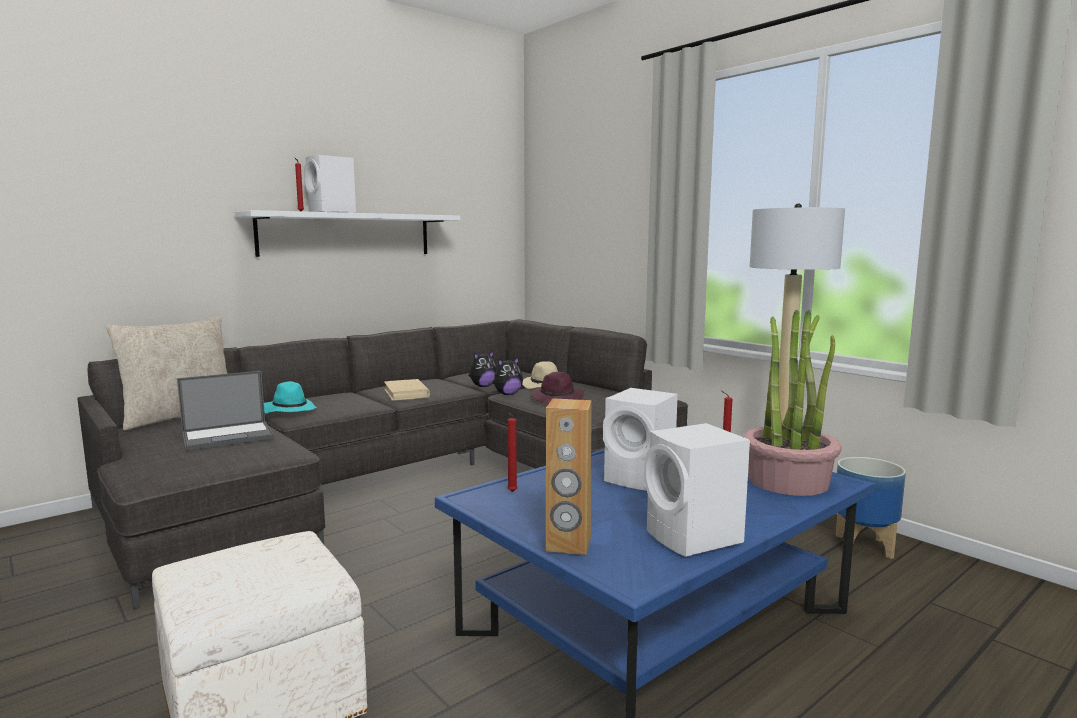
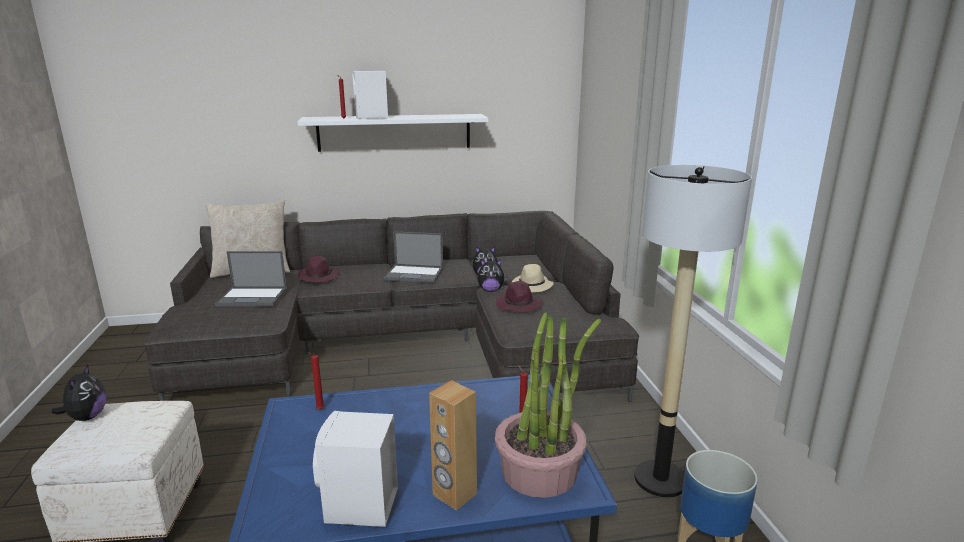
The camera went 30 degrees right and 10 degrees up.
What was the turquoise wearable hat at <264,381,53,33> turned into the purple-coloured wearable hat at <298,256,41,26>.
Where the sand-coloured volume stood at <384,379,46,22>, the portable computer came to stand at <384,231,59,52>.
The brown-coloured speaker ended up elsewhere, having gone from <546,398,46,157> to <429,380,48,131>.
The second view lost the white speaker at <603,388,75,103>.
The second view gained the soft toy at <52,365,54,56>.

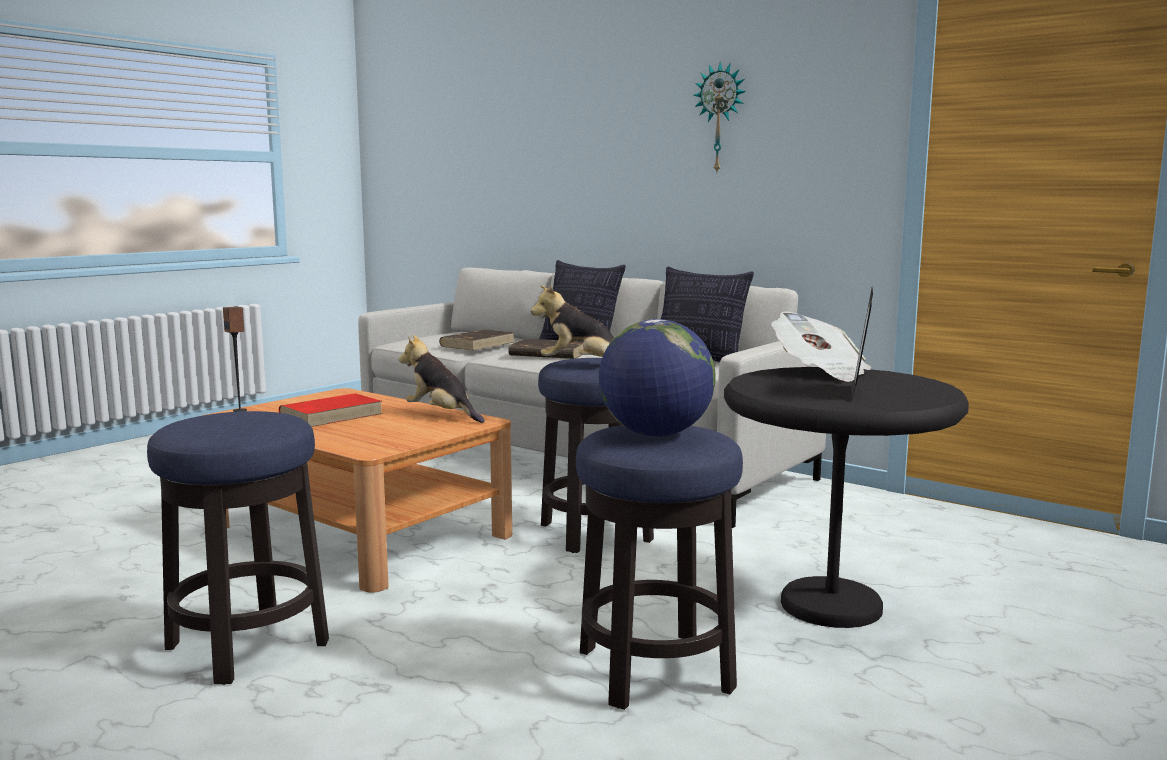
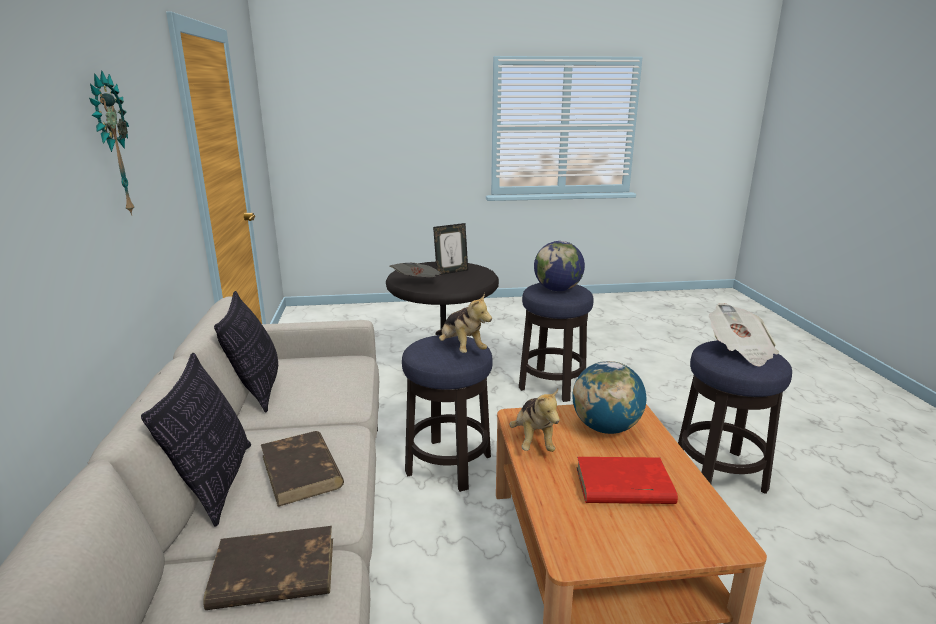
The camera went 135 degrees left and 10 degrees up.
The second view lost the speaker at <223,306,24,106>.
The second view gained the desk globe at <572,361,74,73>.
The second view gained the printed paper at <709,303,70,64>.

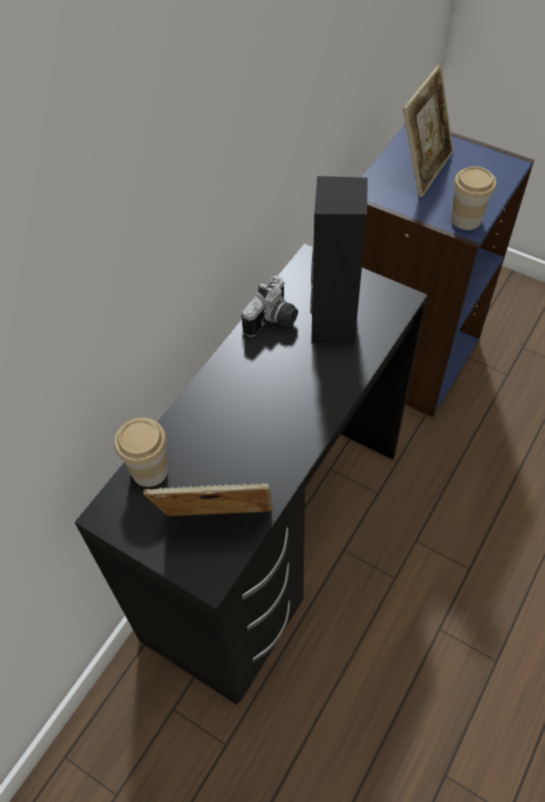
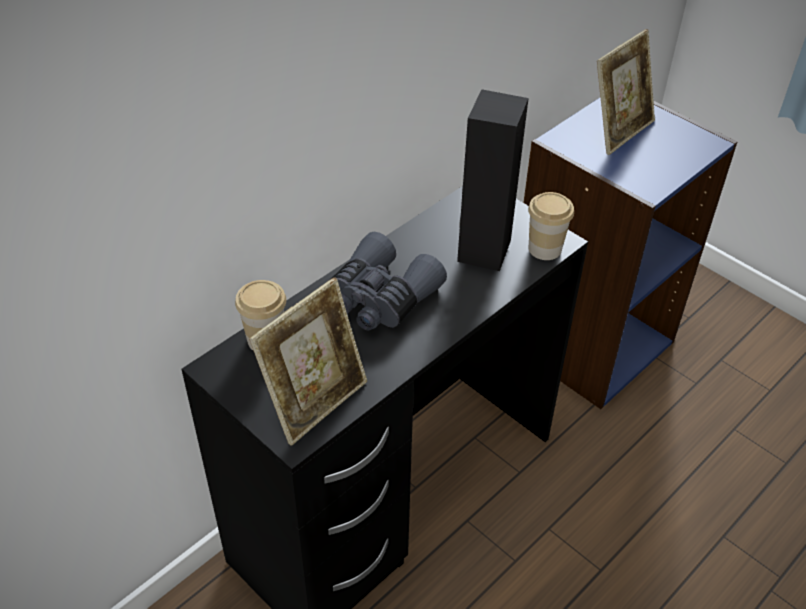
The camera went 10 degrees right and 10 degrees down.
The picture frame at <143,483,130,33> ended up facing another way, 120 degrees clockwise from before.
The second view lost the still camera at <241,276,57,61>.
The drinking cup ended up elsewhere, having gone from <451,166,45,64> to <528,192,46,68>.
The second view gained the gray field glasses at <330,232,117,99>.

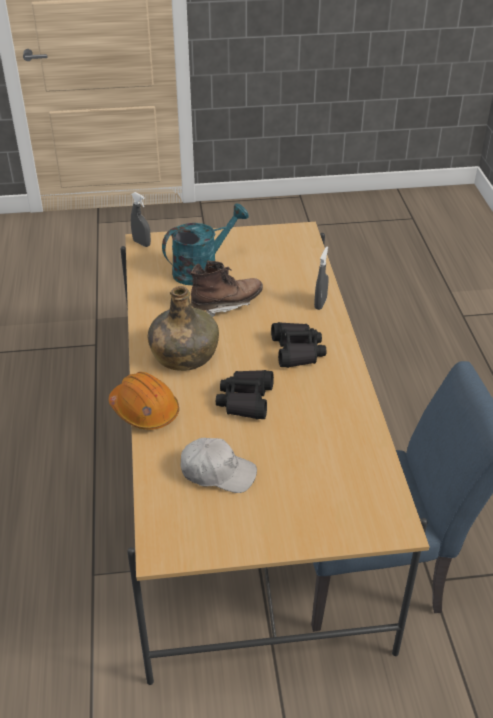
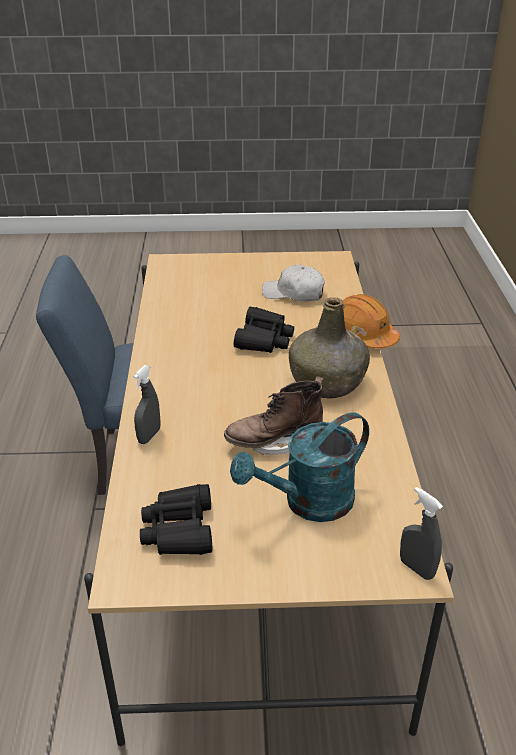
The camera went 175 degrees left and 5 degrees down.
The black field glasses ended up elsewhere, having gone from <271,322,55,46> to <140,484,72,71>.

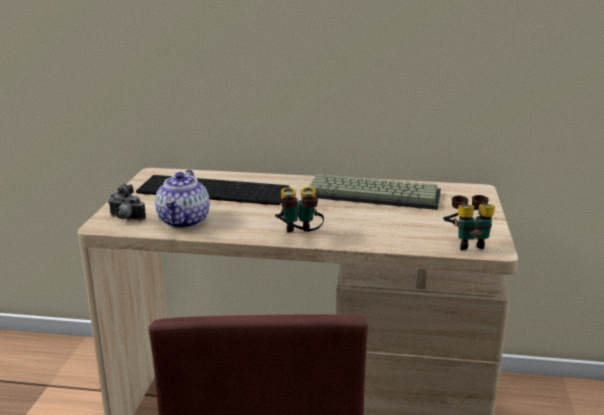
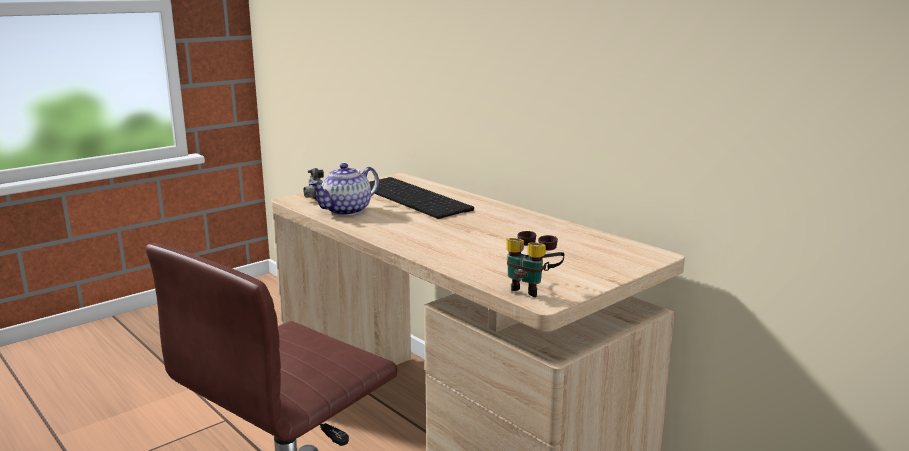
The camera went 40 degrees right and 5 degrees down.
The second view lost the field glasses at <275,187,49,46>.
The second view lost the PC keyboard at <309,174,132,36>.

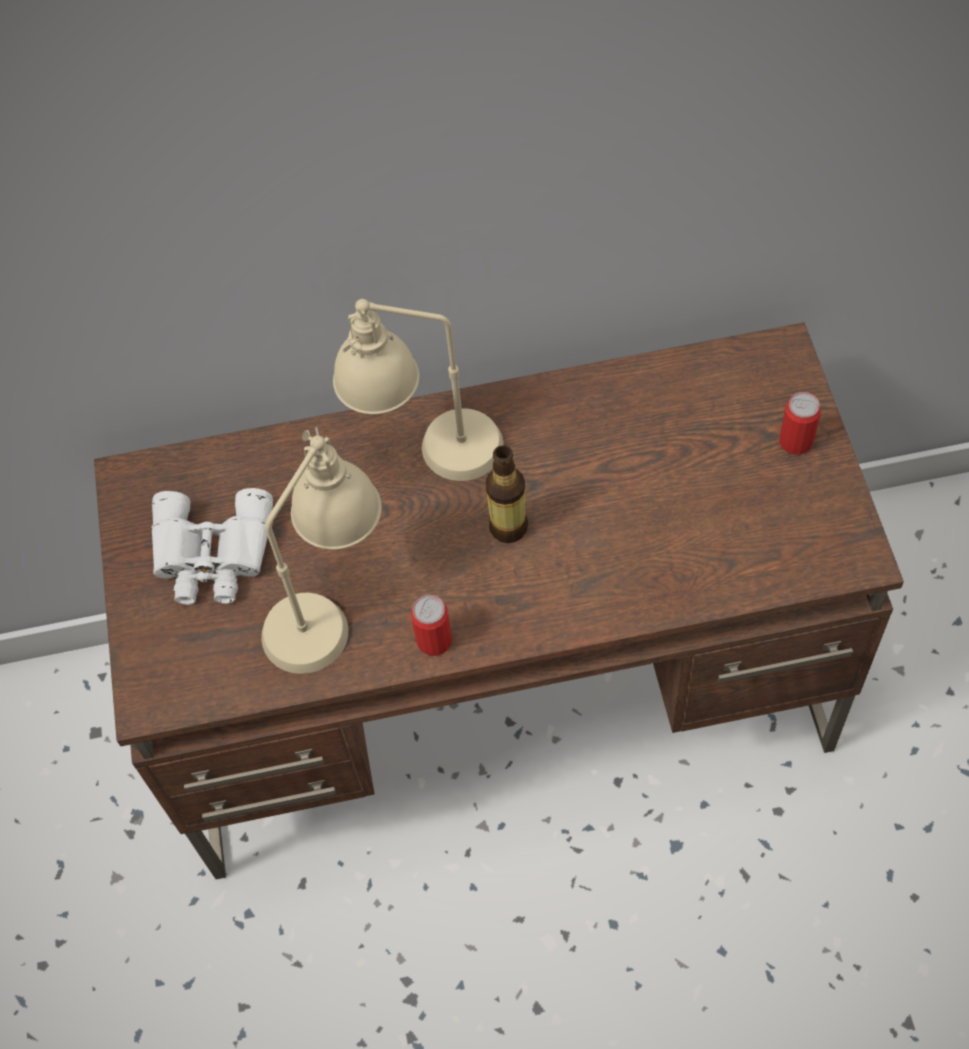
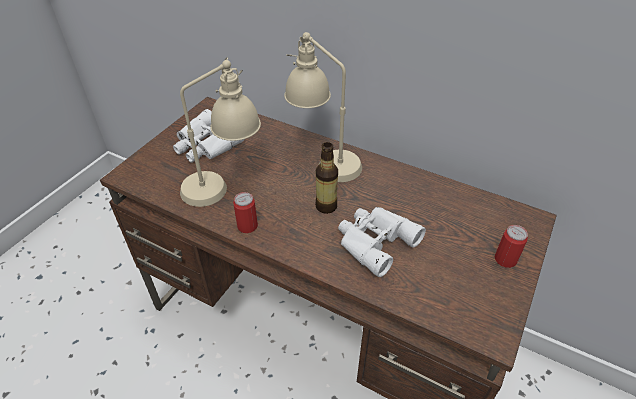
The camera went 35 degrees right and 15 degrees down.
The second view gained the white field glasses at <338,207,88,70>.

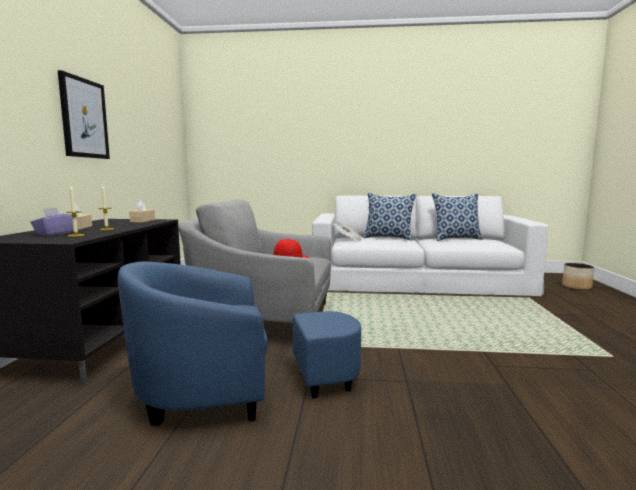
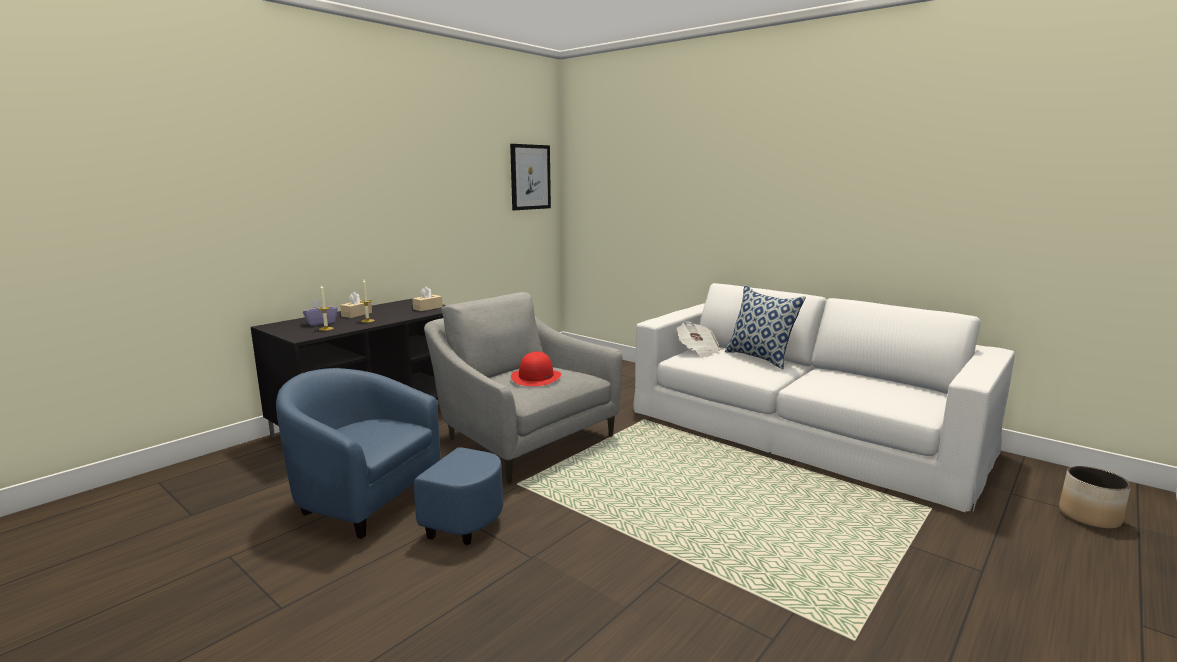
The camera went 35 degrees right and 5 degrees up.
The picture ended up elsewhere, having gone from <58,70,52,89> to <510,144,41,66>.
The second view lost the throw pillow at <432,193,52,48>.

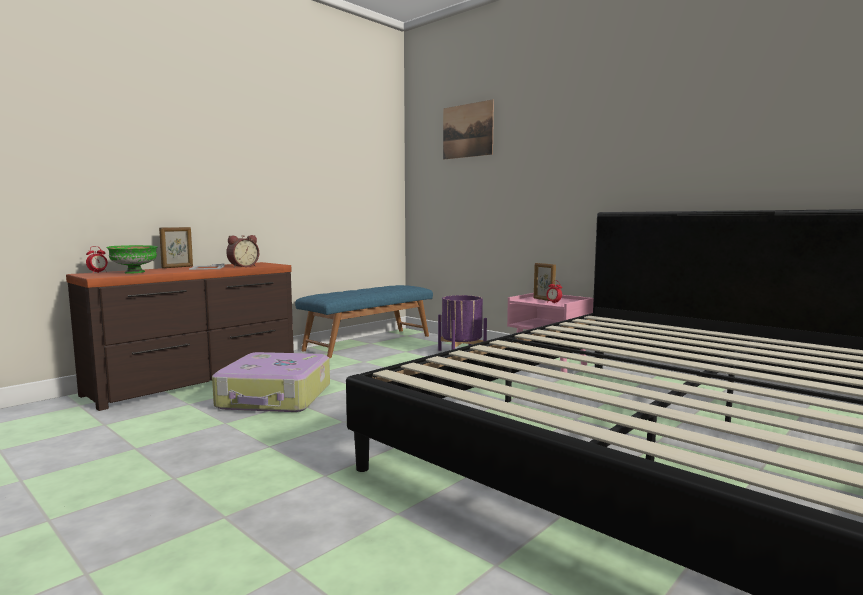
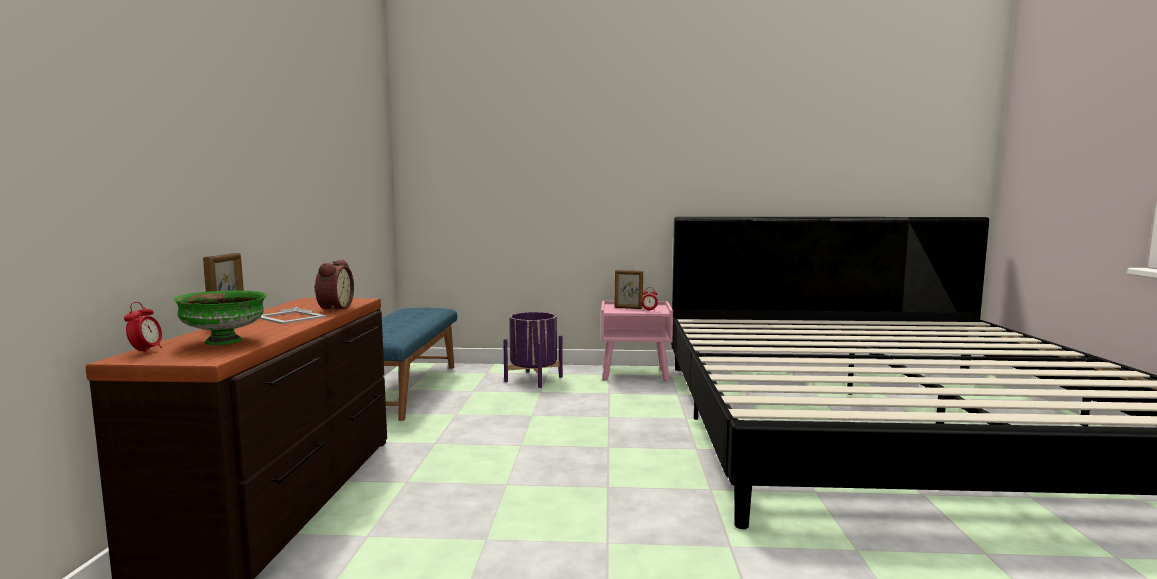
The camera went 40 degrees left and 0 degrees up.
The second view lost the piece of luggage at <212,352,118,60>.
The second view lost the picture at <443,99,51,60>.

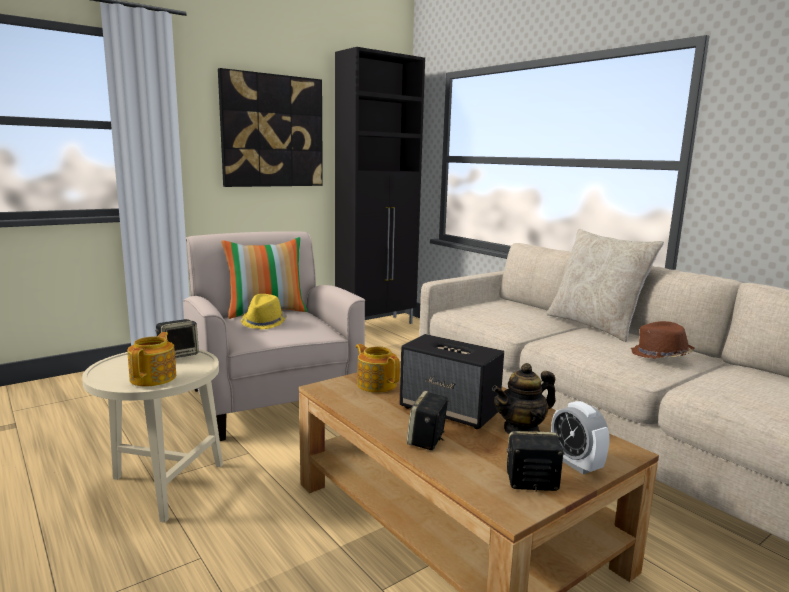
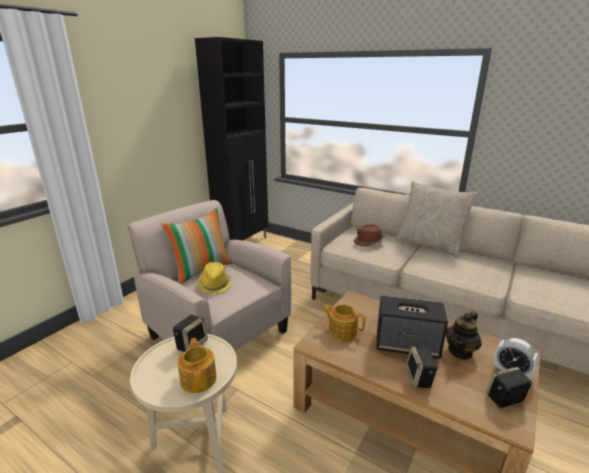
The camera went 20 degrees left and 10 degrees up.
The second view lost the picture at <218,68,105,119>.
The brown-coloured wearable hat ended up elsewhere, having gone from <631,321,63,38> to <353,224,32,23>.

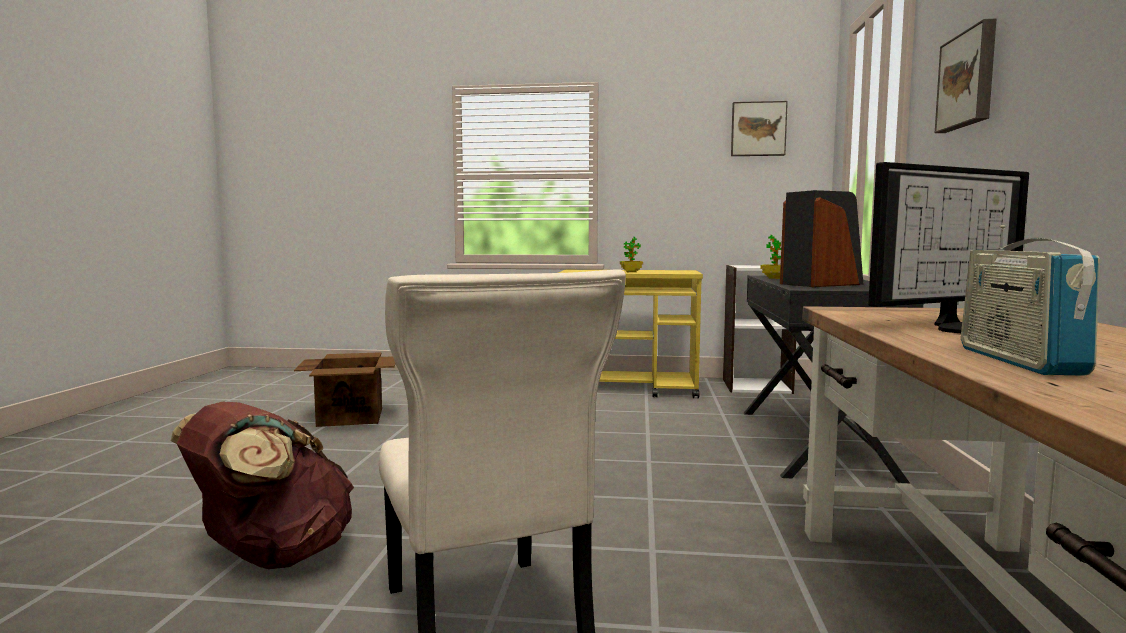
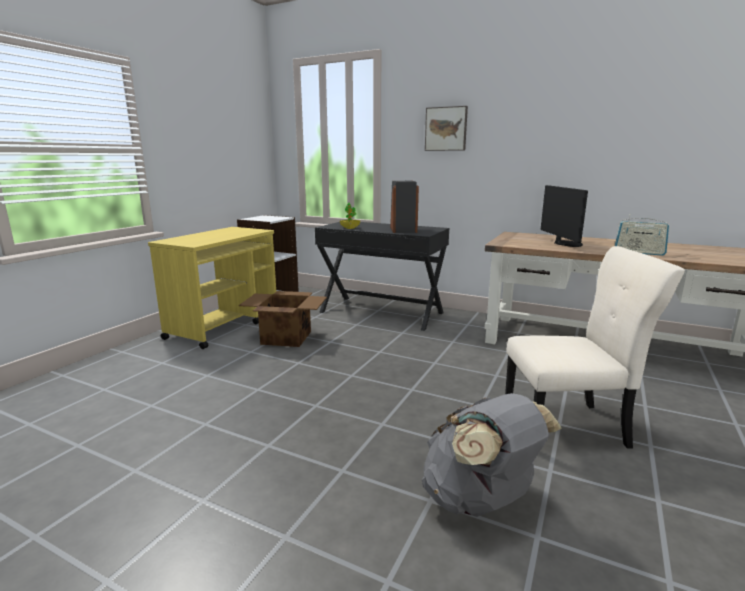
The camera went 70 degrees left and 10 degrees up.
What was the brown-coloured rucksack at <171,402,183,167> turned into the gray rucksack at <422,393,140,124>.
The cardboard box ended up elsewhere, having gone from <294,352,102,75> to <239,291,88,56>.
The second view lost the potted plant at <620,237,23,35>.
The second view lost the picture at <731,101,57,55>.

